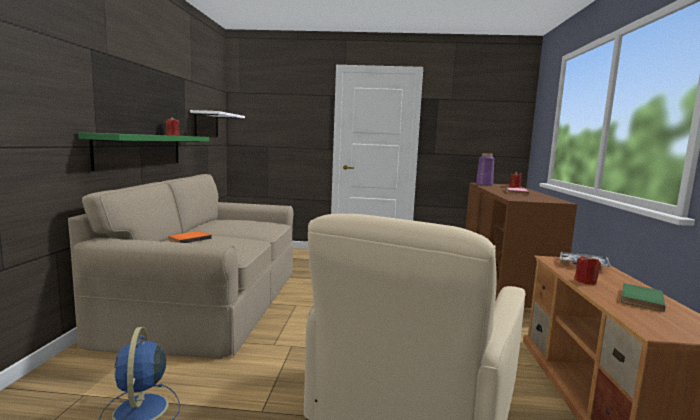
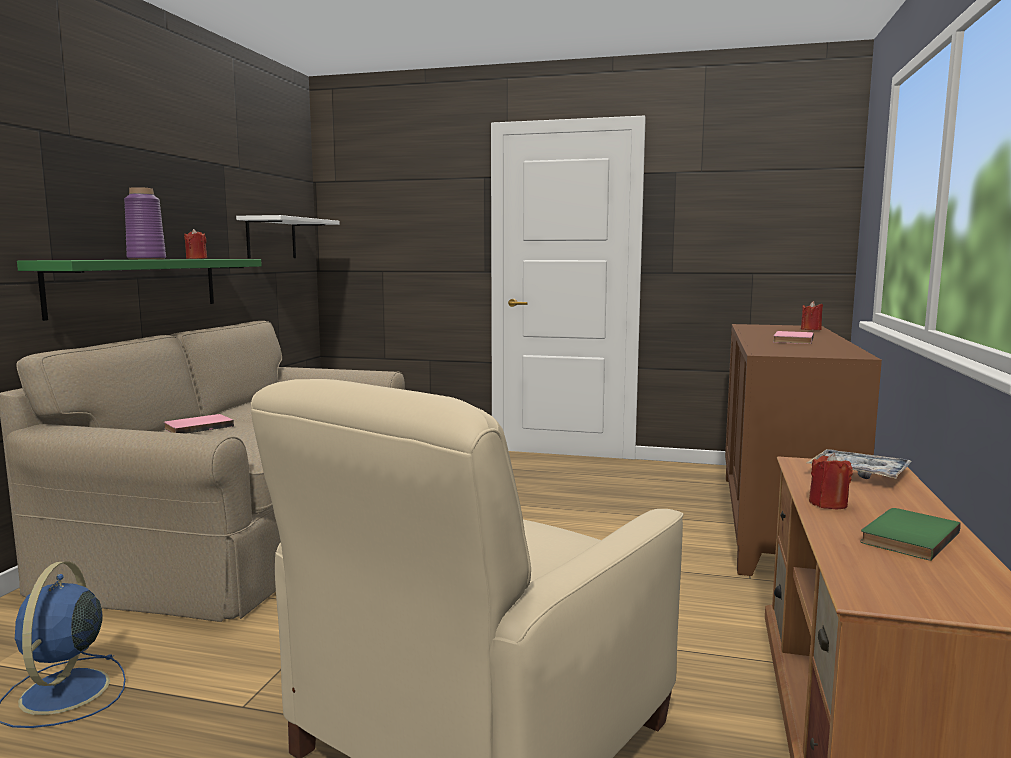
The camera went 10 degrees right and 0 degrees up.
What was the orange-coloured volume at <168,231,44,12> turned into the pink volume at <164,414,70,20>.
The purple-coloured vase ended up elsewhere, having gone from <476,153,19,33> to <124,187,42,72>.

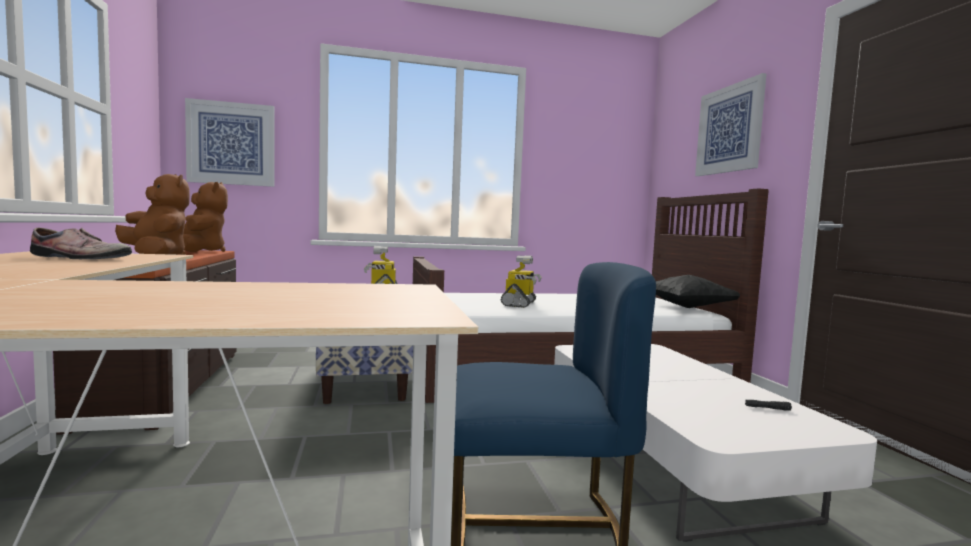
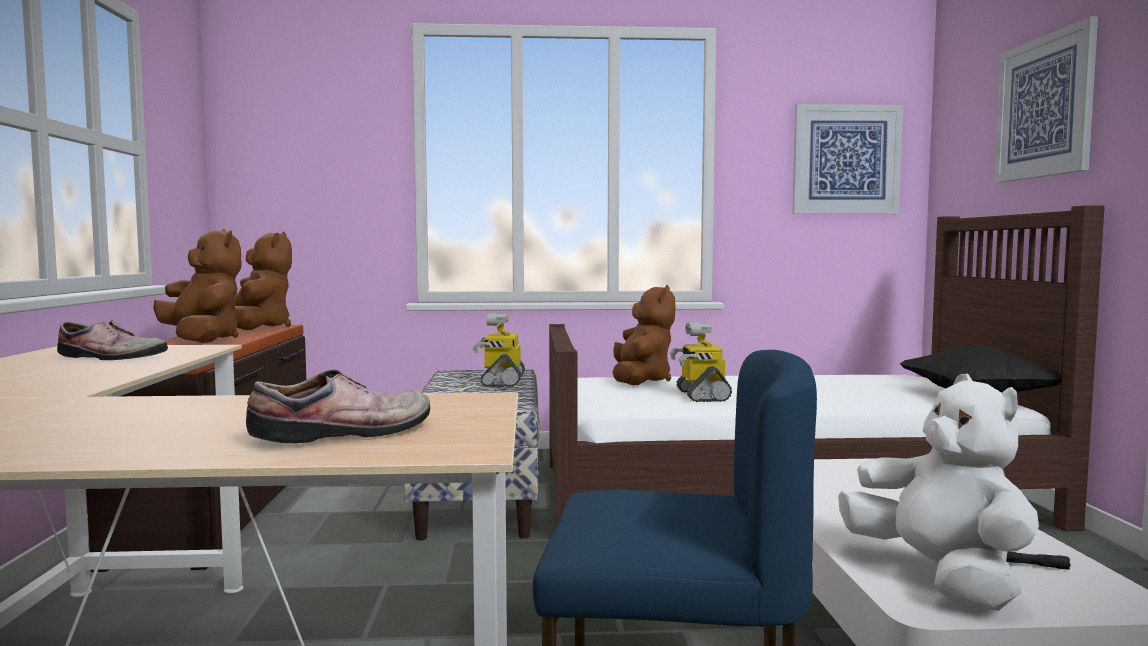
The camera went 10 degrees right and 0 degrees up.
The picture ended up elsewhere, having gone from <185,98,90,89> to <792,104,111,110>.
The model robot at <501,255,41,53> ended up facing another way, 150 degrees clockwise from before.
The second view gained the low shoe at <246,370,184,73>.
The second view gained the brown-coloured soft toy at <613,285,63,100>.
The second view gained the white soft toy at <838,374,201,237>.

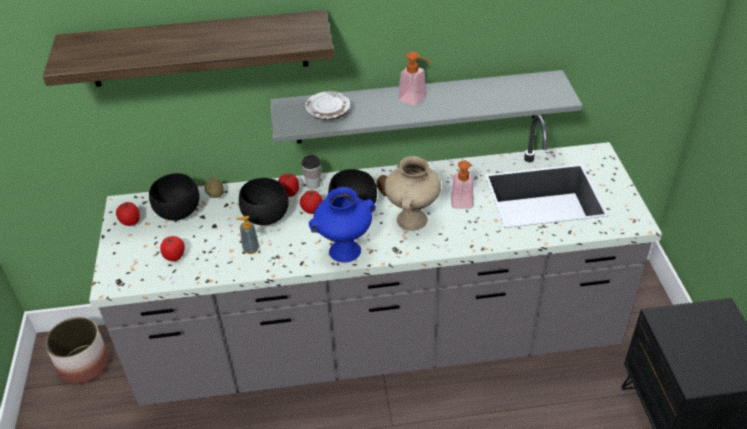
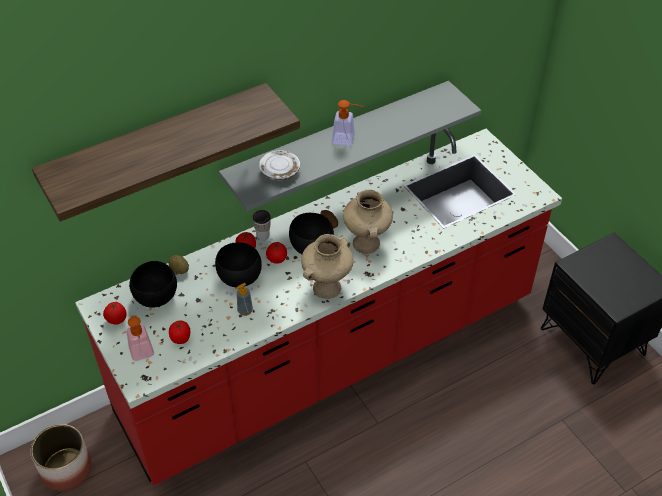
The camera went 25 degrees left and 5 degrees up.
What was the gray counter at <89,115,573,291> turned into the red counter at <75,128,487,358>.
What was the bluish vase at <309,187,67,75> turned into the sand-coloured vase at <301,234,53,65>.
The soap dispenser ended up elsewhere, having gone from <451,161,23,48> to <126,317,28,44>.

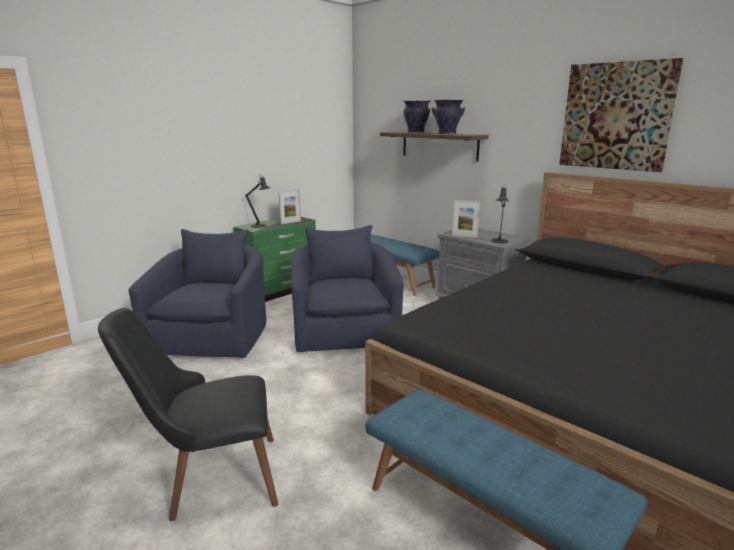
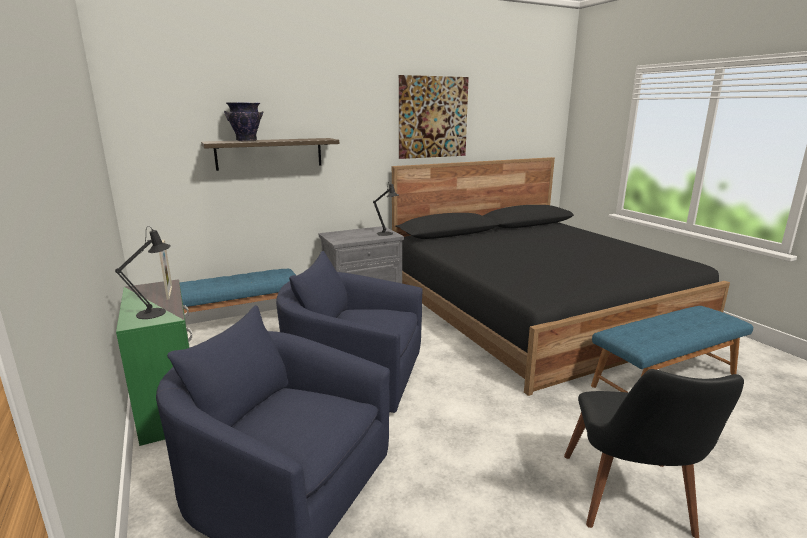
The camera went 70 degrees left and 0 degrees up.
The second view lost the vase at <431,100,34,34>.
The second view lost the picture frame at <452,200,28,38>.

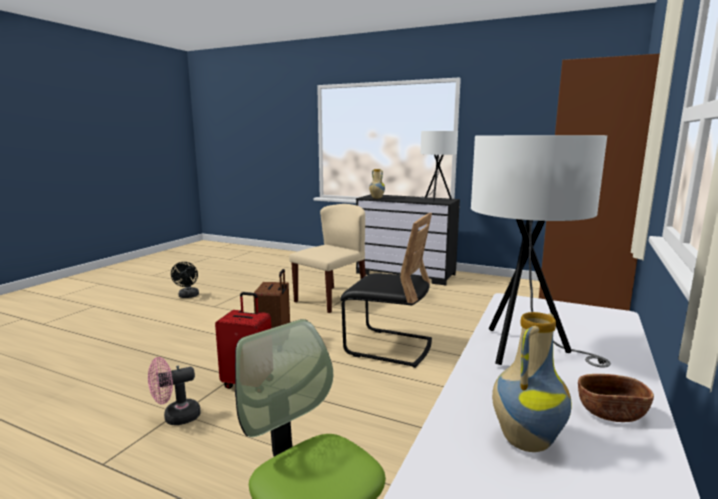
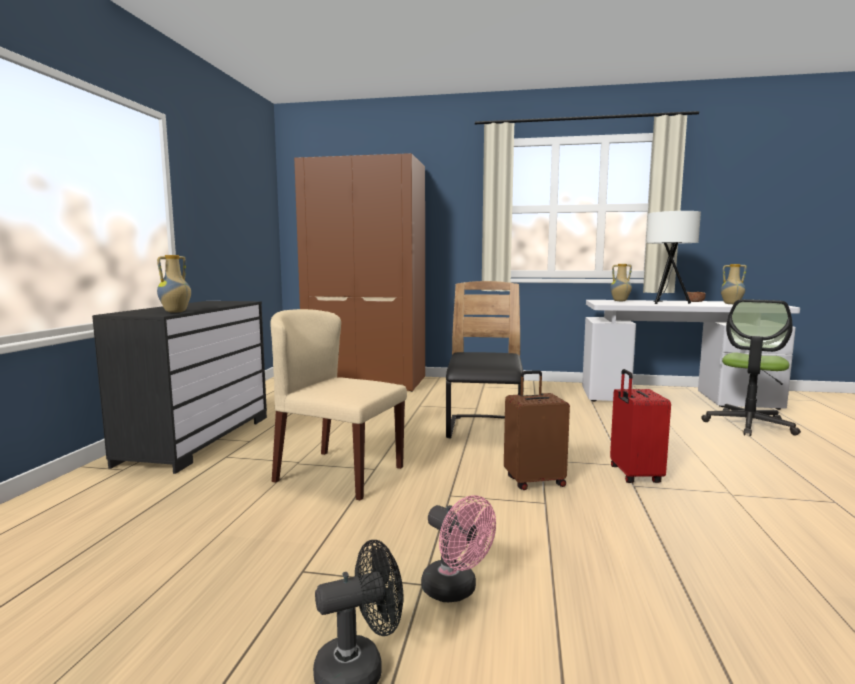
The camera went 105 degrees left and 5 degrees down.
The pink cooling fan ended up elsewhere, having gone from <148,357,53,68> to <421,495,75,107>.
The second view lost the white table lamp at <420,131,38,71>.
The second view gained the vase at <610,264,22,37>.

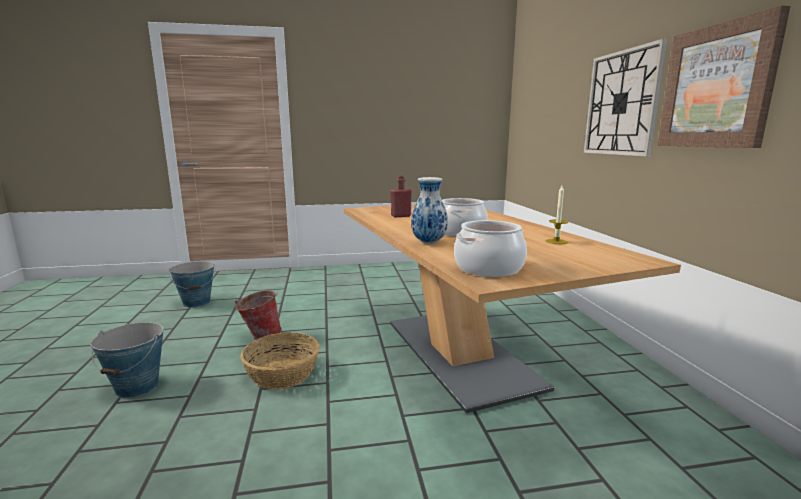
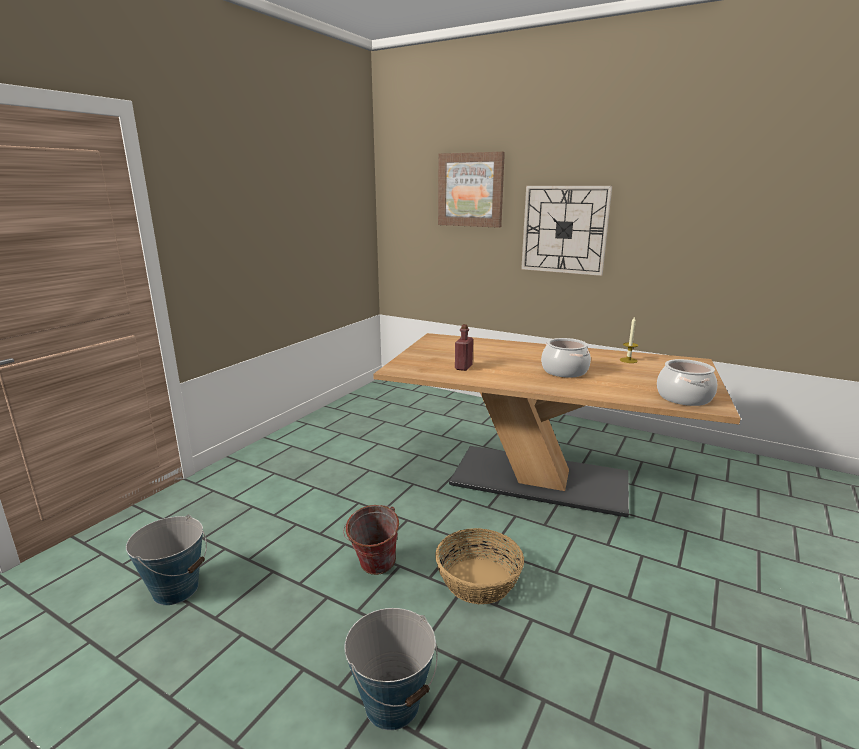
The camera went 50 degrees left and 5 degrees up.
The second view lost the vase at <411,177,37,67>.
The picture ended up elsewhere, having gone from <658,6,133,142> to <438,152,67,76>.

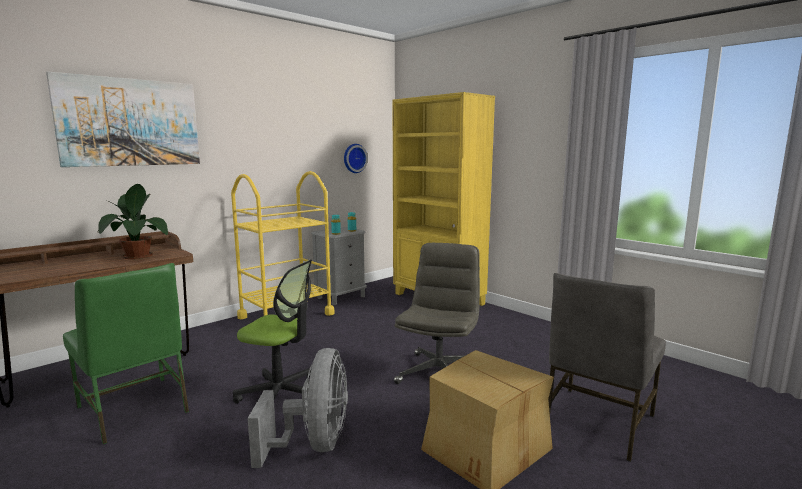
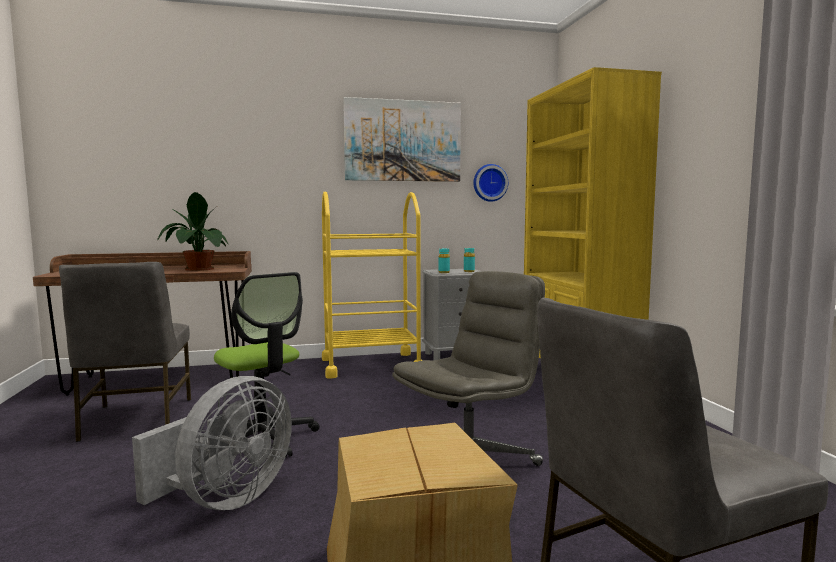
The camera went 30 degrees right and 5 degrees down.
The picture ended up elsewhere, having gone from <46,71,154,96> to <343,97,118,85>.
What was the greenish upright chair at <63,263,126,181> turned into the gray upright chair at <59,262,132,180>.

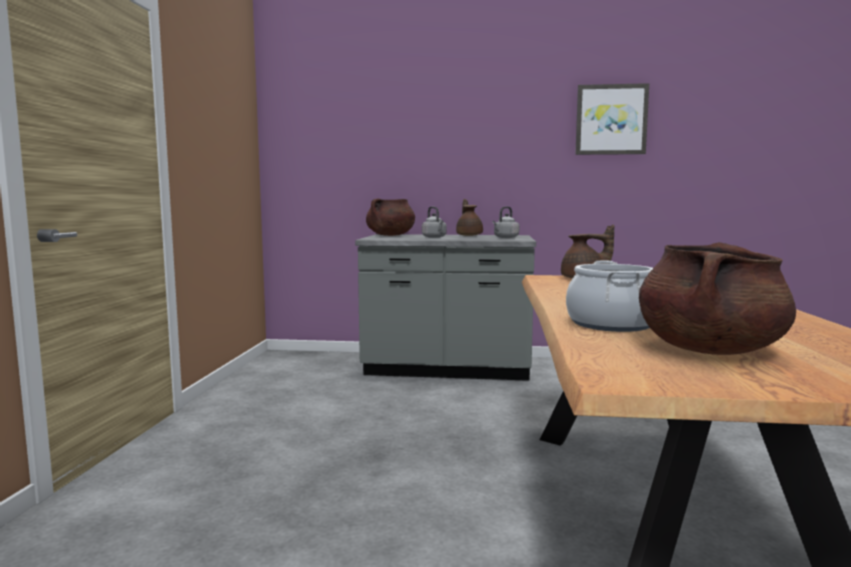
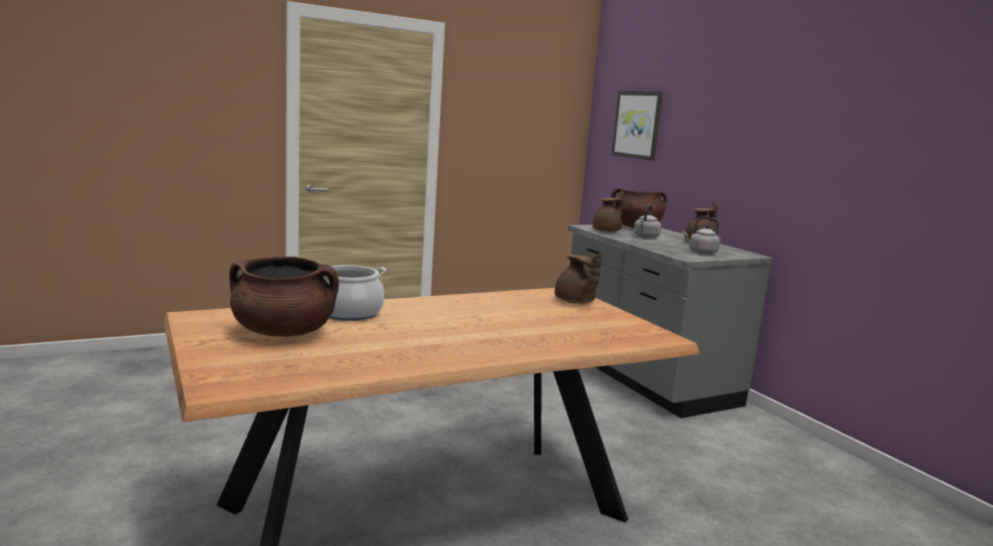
The camera went 55 degrees right and 5 degrees up.
The picture ended up elsewhere, having gone from <575,83,74,72> to <612,91,51,70>.
The second view gained the brown-coloured pot for tea at <592,190,32,42>.

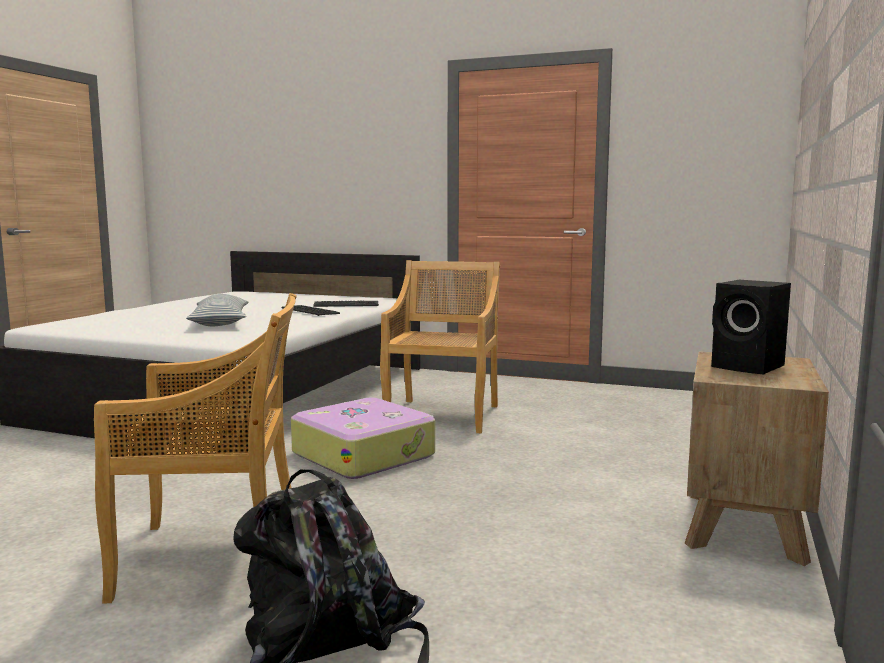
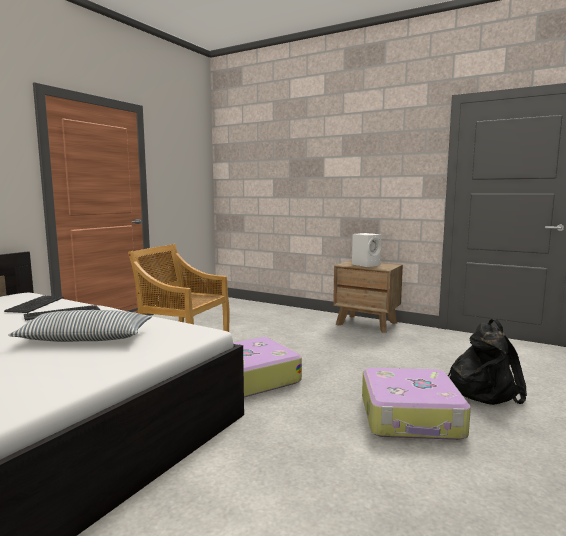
The camera went 80 degrees left and 0 degrees up.
Where the sand-coloured upright chair stood at <94,293,203,311>, the piece of luggage came to stand at <362,368,109,72>.
What was the black speaker at <711,280,80,95> turned into the white speaker at <352,233,30,34>.

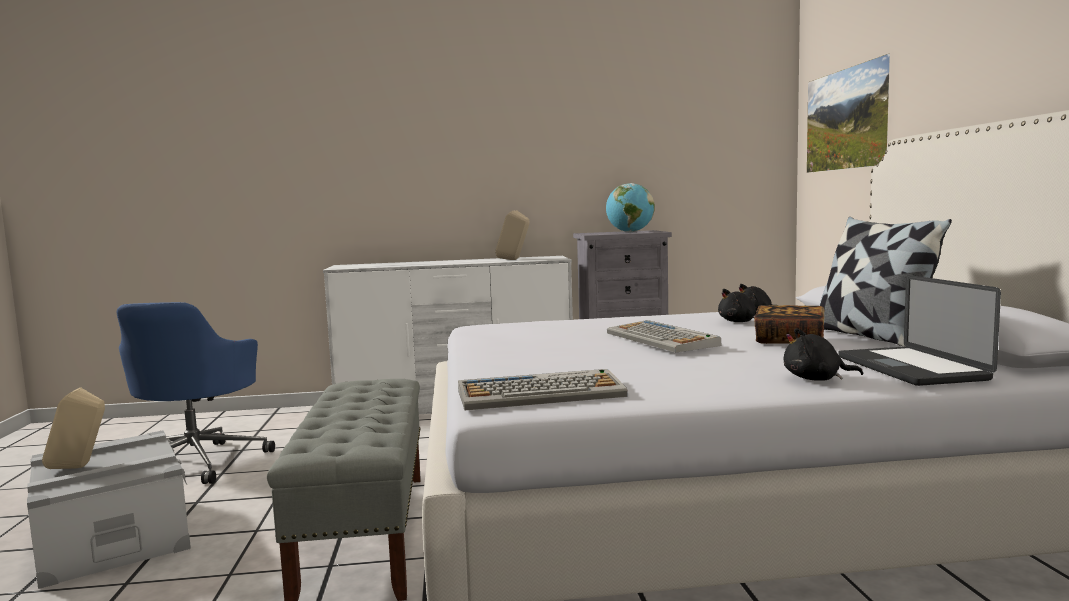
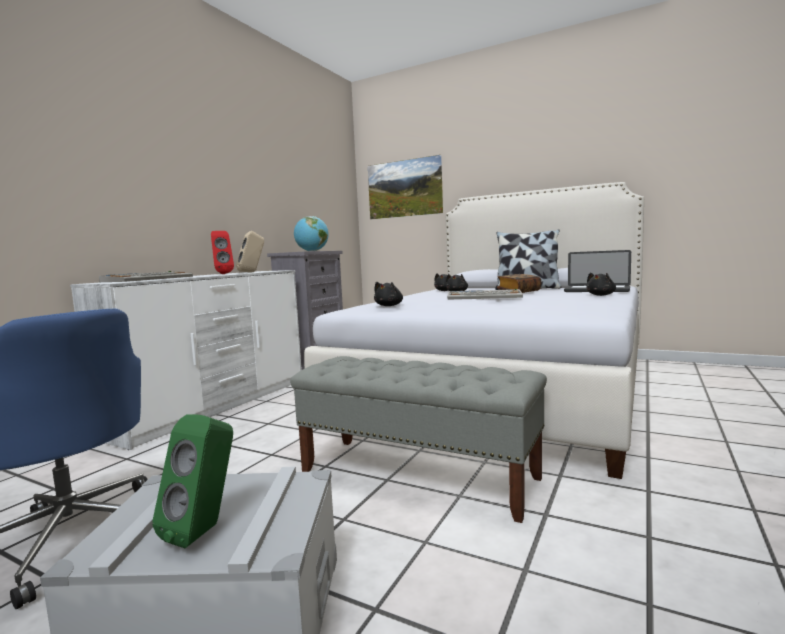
The camera went 55 degrees left and 0 degrees up.
What was the sand-coloured speaker at <42,387,63,82> turned into the greenish speaker at <152,414,81,134>.
The PC keyboard ended up elsewhere, having gone from <458,369,170,41> to <99,271,94,11>.
The second view gained the red speaker at <211,231,23,43>.
The second view gained the black soft toy at <374,282,29,24>.

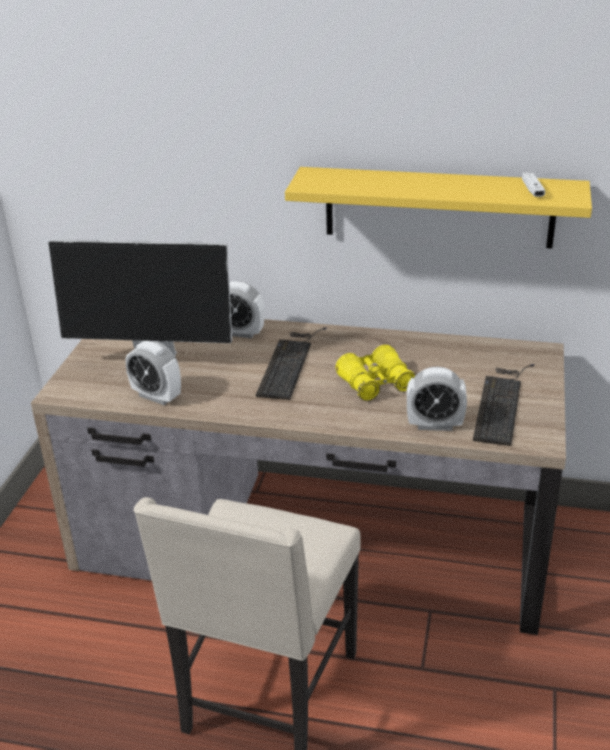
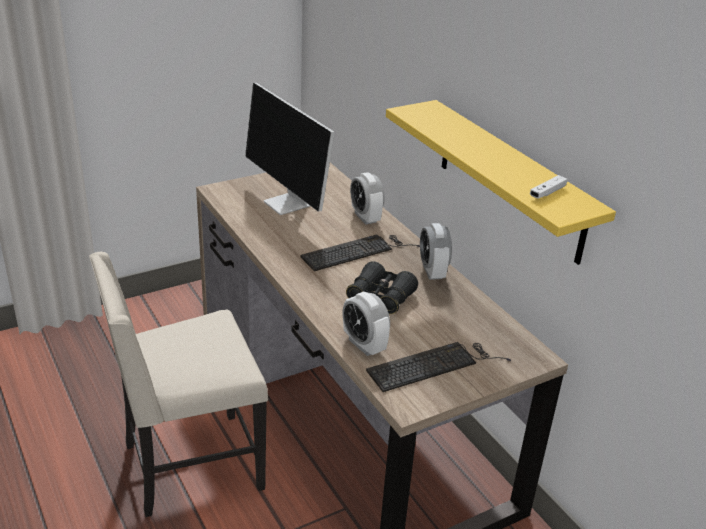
The camera went 45 degrees right and 0 degrees up.
The alarm clock ended up elsewhere, having gone from <125,341,56,64> to <420,223,32,57>.
What was the yellow-coloured field glasses at <336,345,80,56> turned into the black field glasses at <346,261,72,53>.

